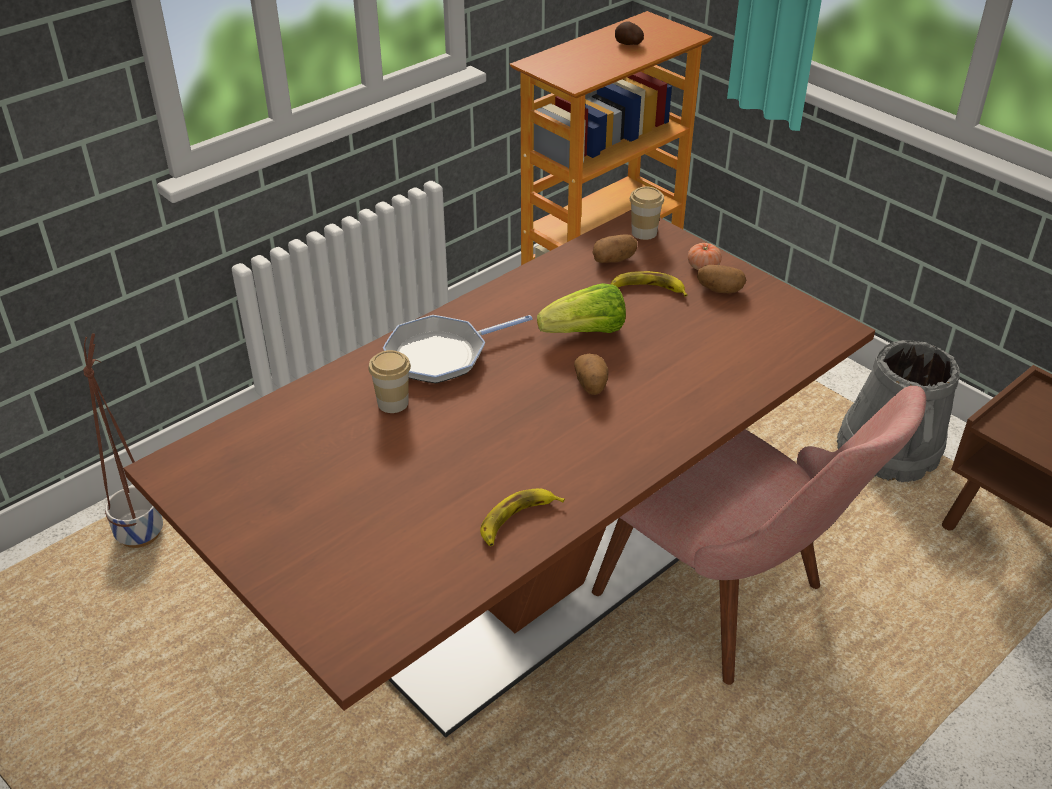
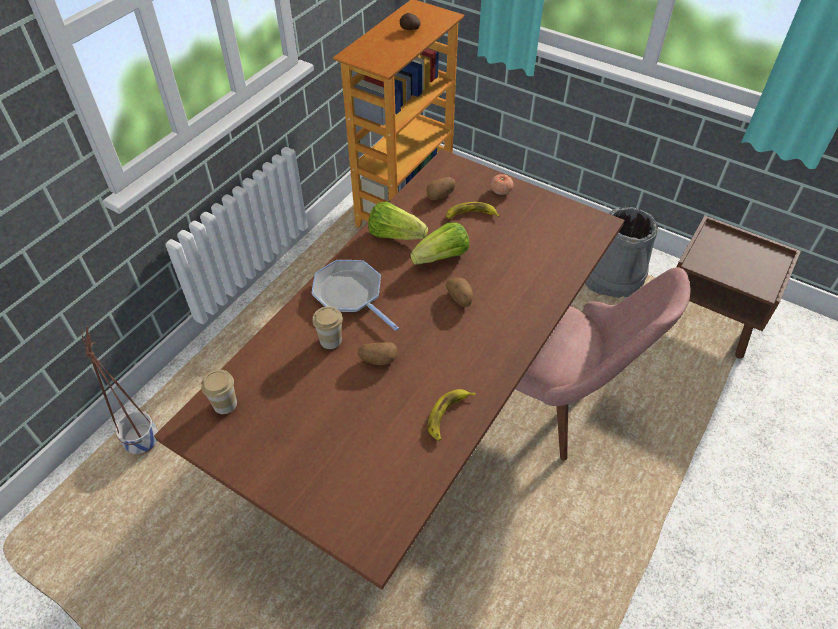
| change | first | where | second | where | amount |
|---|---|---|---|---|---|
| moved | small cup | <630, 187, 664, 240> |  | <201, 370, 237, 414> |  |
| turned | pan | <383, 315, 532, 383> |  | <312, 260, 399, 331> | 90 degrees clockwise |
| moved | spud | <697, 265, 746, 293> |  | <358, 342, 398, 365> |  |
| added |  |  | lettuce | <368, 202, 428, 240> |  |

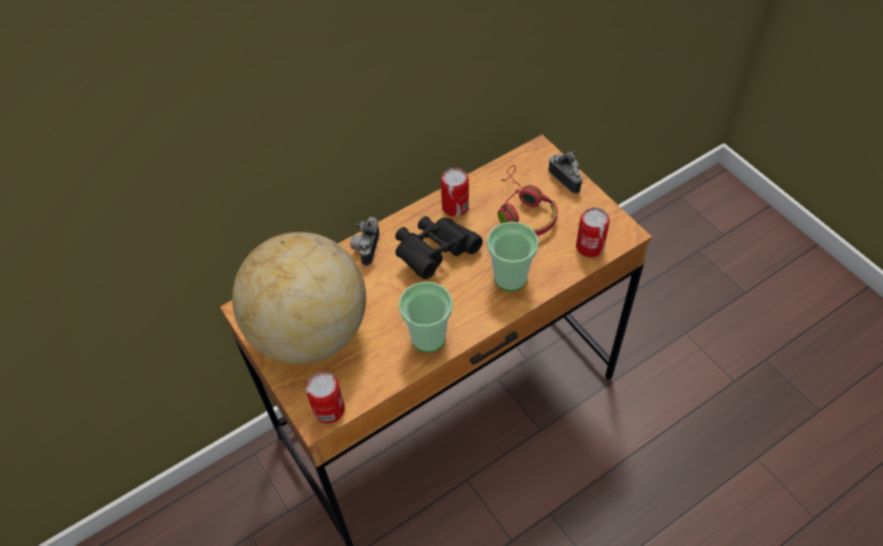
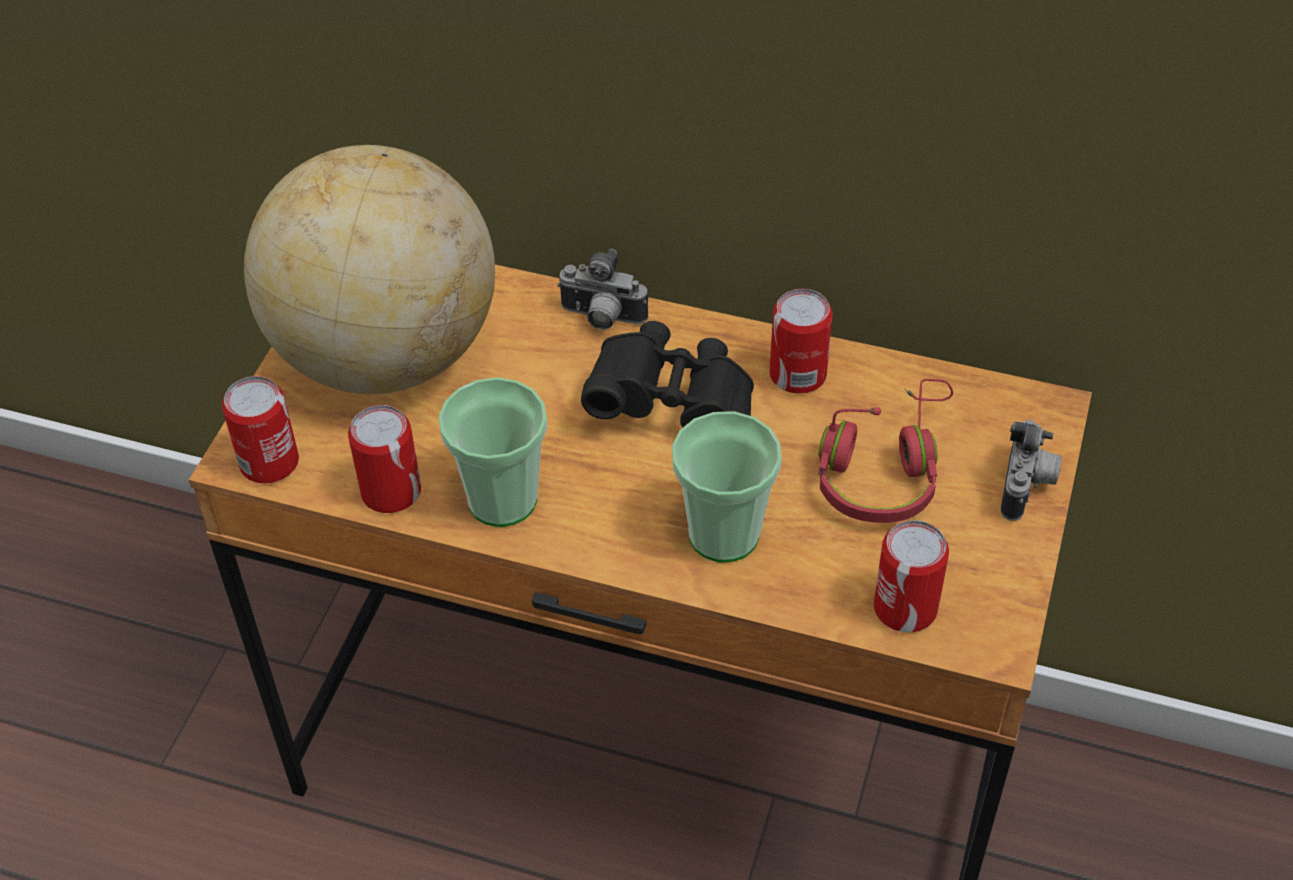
| change | first | where | second | where | amount |
|---|---|---|---|---|---|
| added |  |  | metal can | <348, 405, 421, 513> |  |
| turned | photo camera | <350, 217, 379, 266> |  | <557, 249, 648, 330> | 135 degrees counterclockwise |

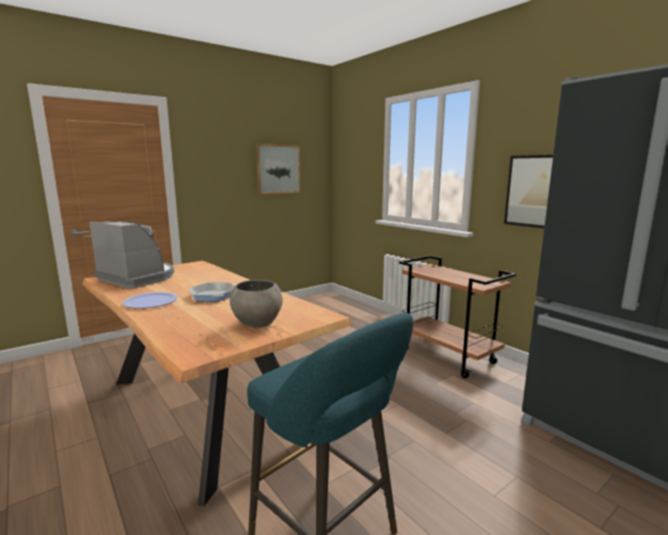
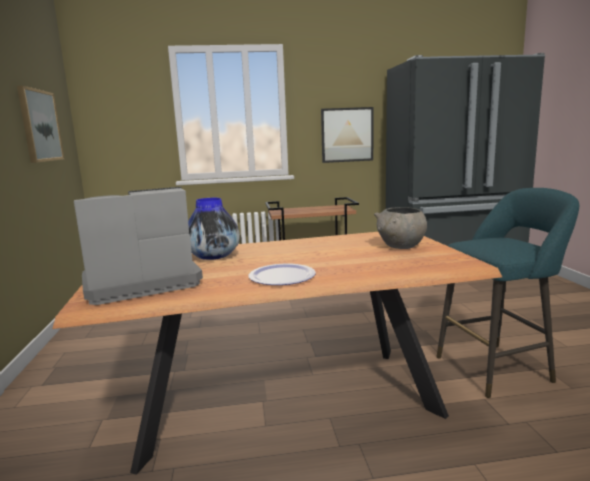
| change | first | where | second | where | amount |
|---|---|---|---|---|---|
| added |  |  | flower vase | <188, 198, 240, 260> |  |
| removed | pan | <189, 282, 235, 301> |  |  |  |

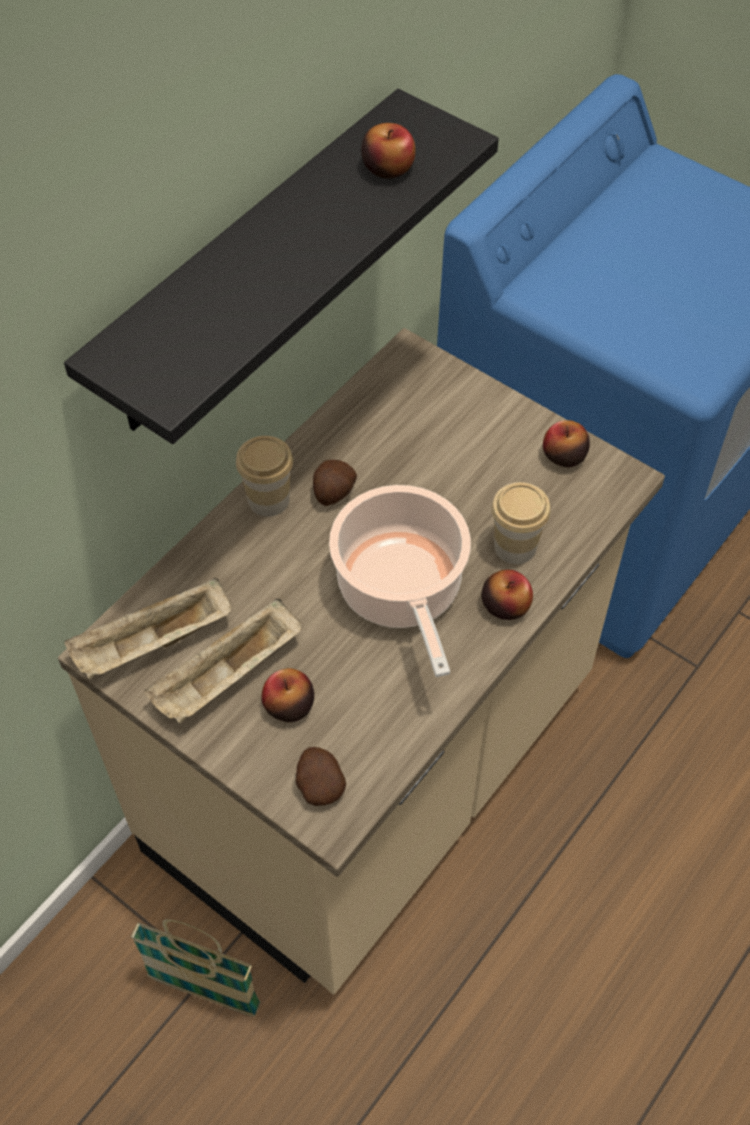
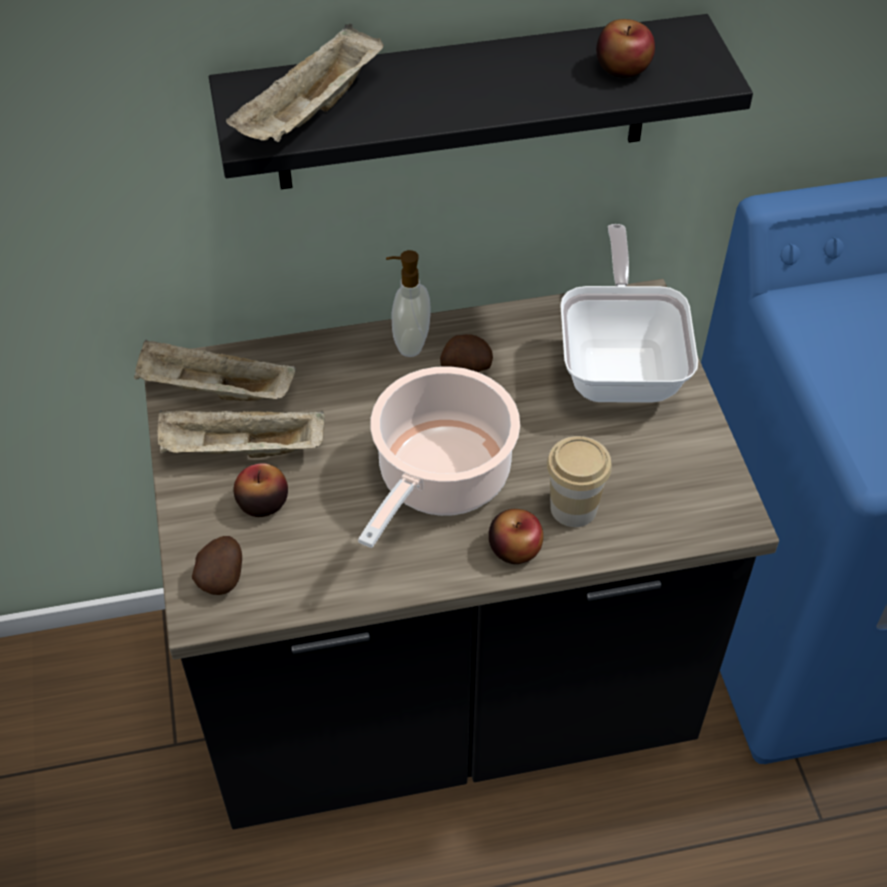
| change | first | where | second | where | amount |
|---|---|---|---|---|---|
| recoloured | sand-coloured kitchen counter | <58, 328, 665, 994> | black-coloured kitchen counter | <145, 279, 779, 829> |  |
| added |  |  | sand-coloured serving tray | <226, 24, 384, 142> |  |
| replaced | small cup | <236, 436, 293, 517> | soap bottle | <386, 250, 430, 357> |  |
| added |  |  | pan | <560, 224, 698, 403> |  |
| removed | basket | <131, 919, 261, 1017> |  |  |  |
| removed | apple | <543, 420, 590, 467> |  |  |  |

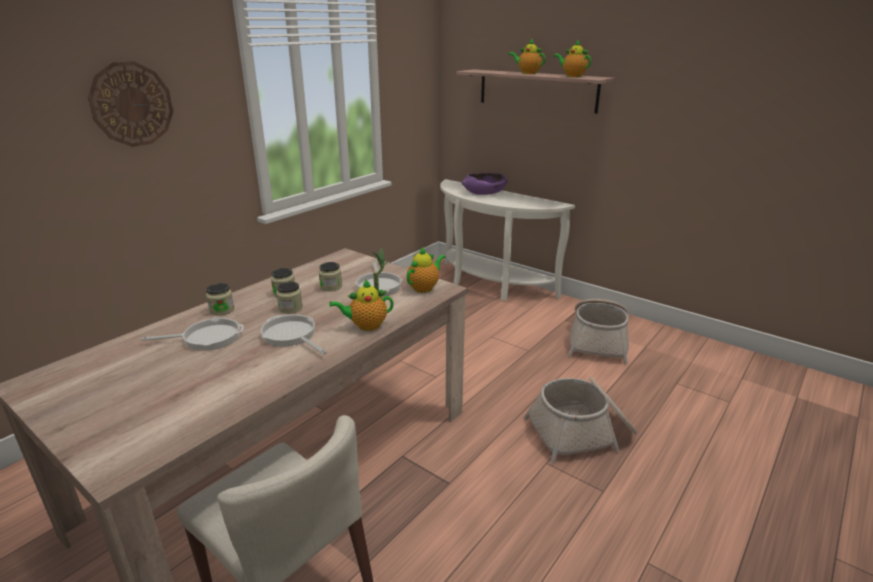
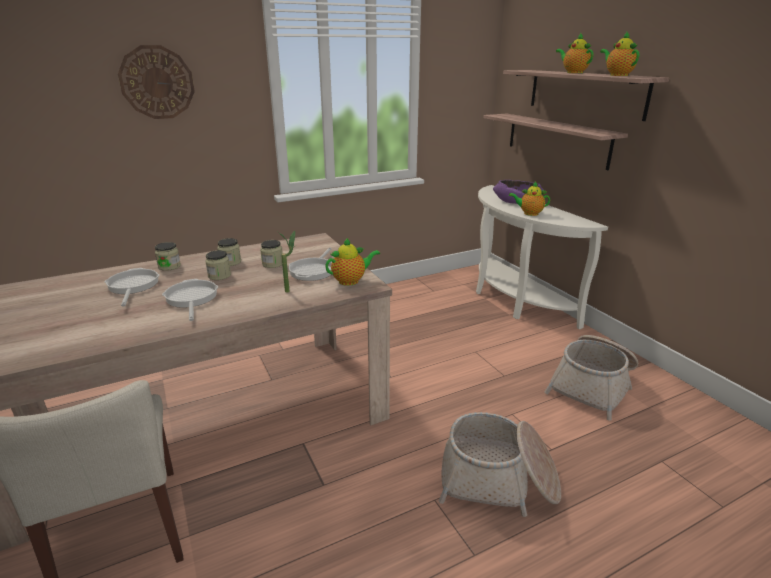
| change | first | where | second | where | amount |
|---|---|---|---|---|---|
| turned | pan | <141, 317, 244, 351> |  | <104, 268, 160, 307> | 120 degrees counterclockwise |
| added |  |  | shelf | <483, 113, 628, 170> |  |
| moved | pot for tea | <329, 279, 394, 331> |  | <509, 182, 550, 216> |  |

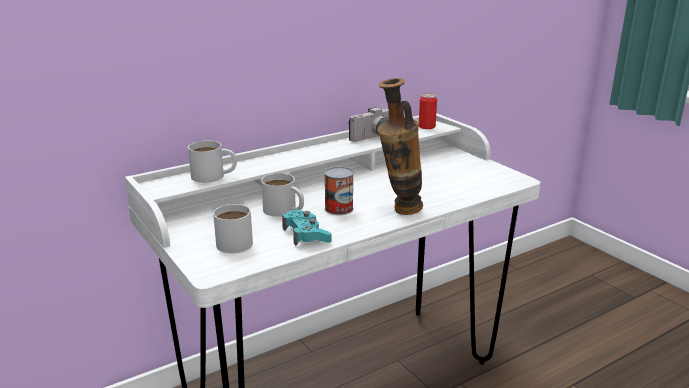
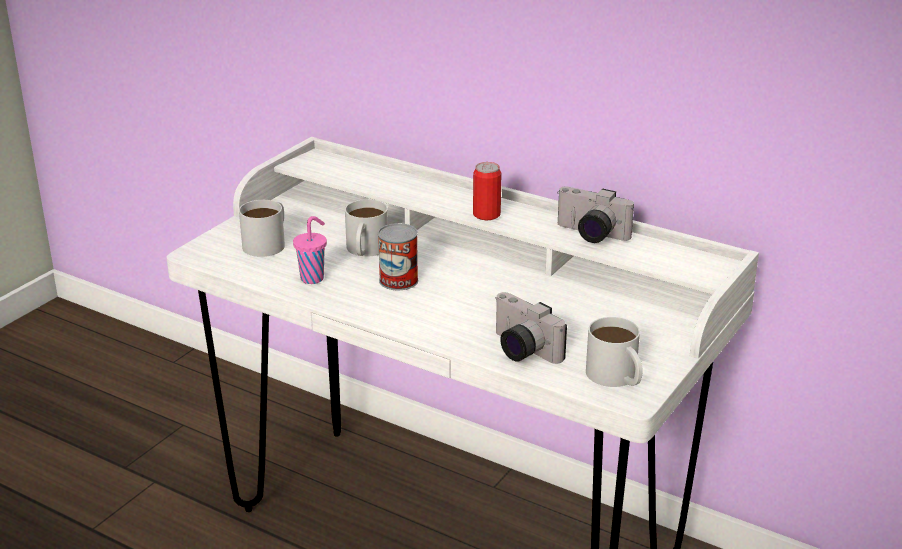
| change | first | where | second | where | amount |
|---|---|---|---|---|---|
| replaced | turquoise-coloured game controller | <282, 210, 332, 246> | pink small cup | <293, 216, 327, 284> |  |
| moved | metal can | <419, 93, 437, 129> |  | <473, 162, 502, 220> |  |
| added |  |  | photo camera | <495, 292, 567, 364> |  |
| moved | white mug | <188, 141, 237, 183> |  | <586, 317, 643, 387> |  |
| removed | flower vase | <377, 78, 423, 215> |  |  |  |

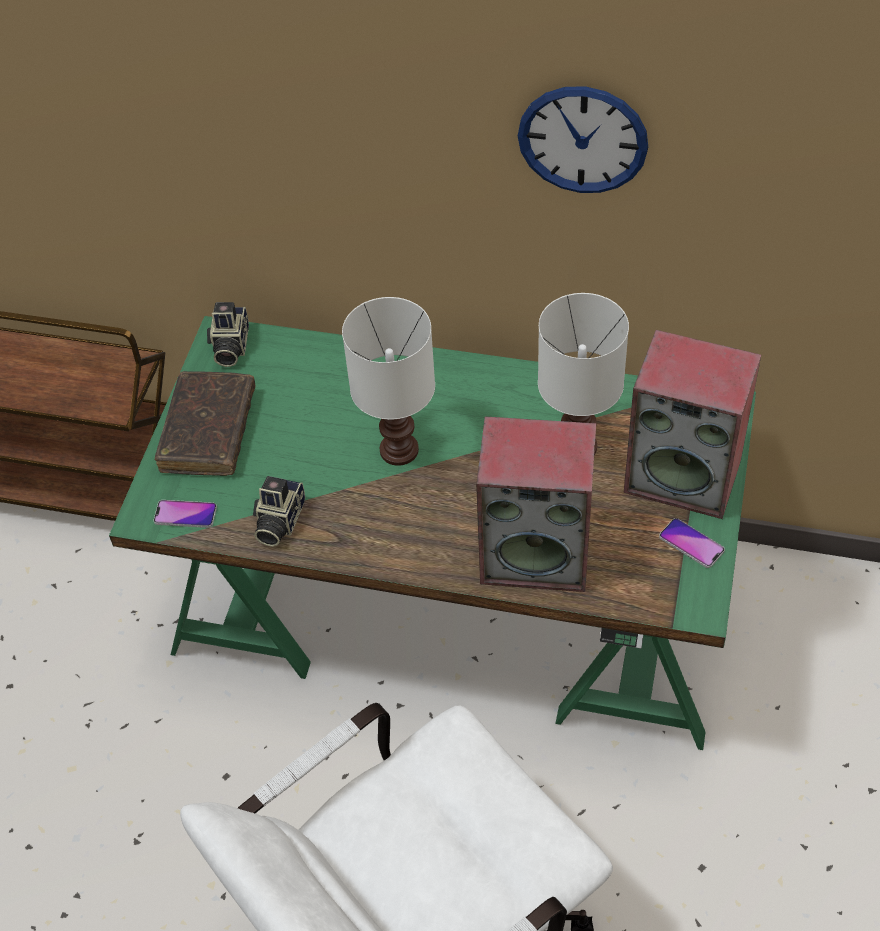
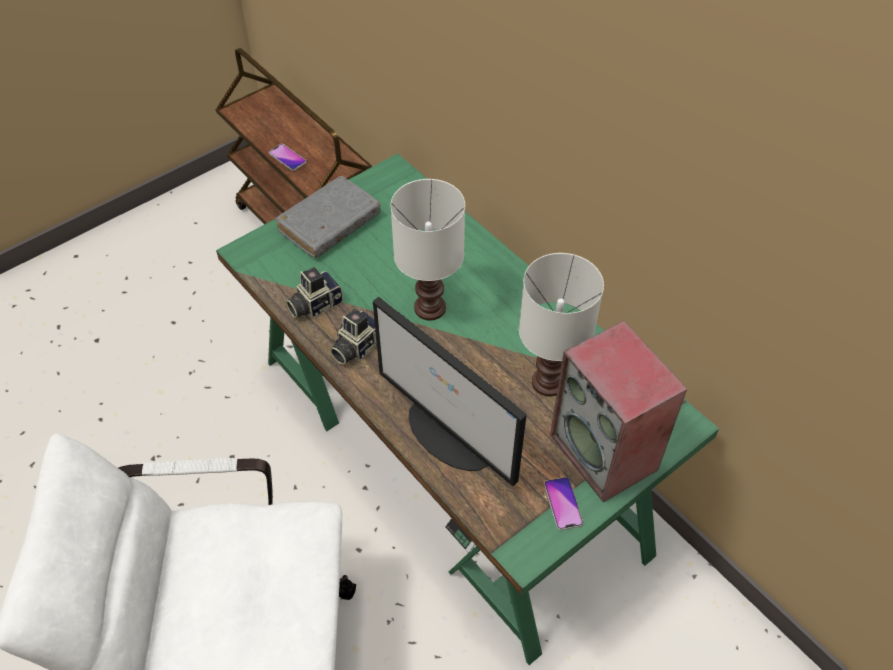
| change | first | where | second | where | amount |
|---|---|---|---|---|---|
| moved | phone | <154, 500, 217, 528> |  | <269, 144, 306, 171> |  |
| recoloured | brownish book | <155, 371, 255, 476> | greyish book | <275, 176, 381, 258> |  |
| moved | photo camera | <207, 302, 249, 367> |  | <330, 309, 377, 365> |  |
| replaced | audio speaker | <476, 416, 596, 592> | computer display | <373, 297, 527, 486> |  |
| removed | hanging clock | <518, 86, 648, 193> |  |  |  |

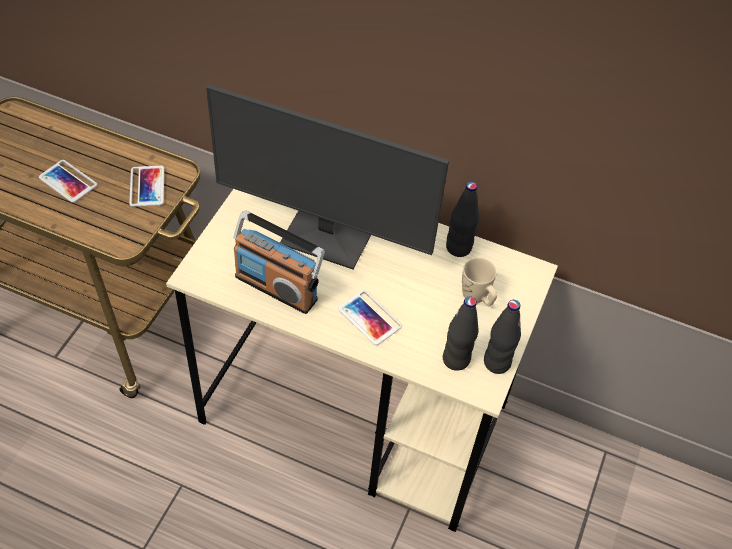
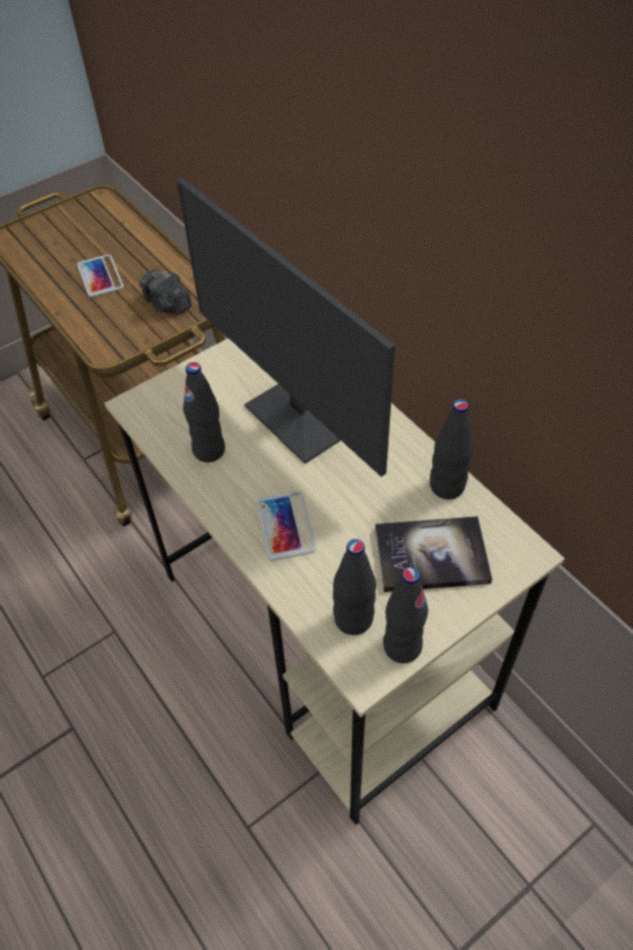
| change | first | where | second | where | amount |
|---|---|---|---|---|---|
| replaced | phone | <129, 166, 164, 207> | photo camera | <139, 269, 192, 314> |  |
| replaced | radio | <233, 211, 325, 314> | black-coloured bottle | <183, 362, 225, 462> |  |
| replaced | sand-coloured mug | <462, 257, 497, 306> | book | <375, 516, 492, 592> |  |

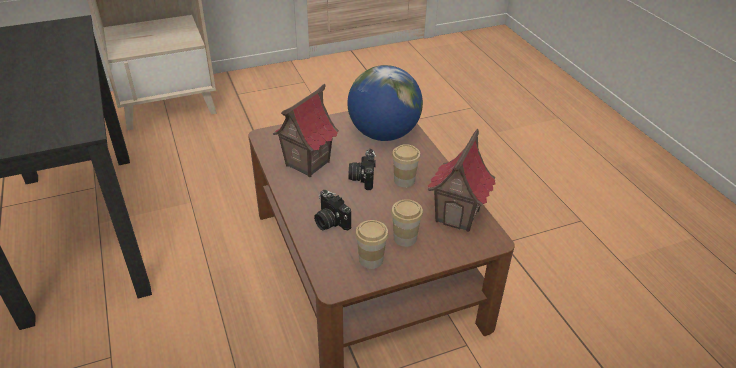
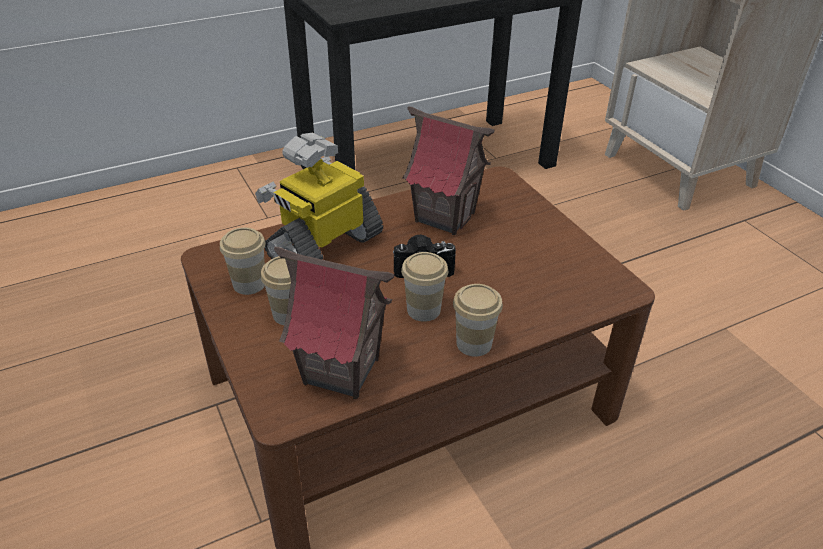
| change | first | where | second | where | amount |
|---|---|---|---|---|---|
| replaced | photo camera | <314, 190, 351, 230> | robot figure | <255, 133, 383, 260> |  |
| added |  |  | small cup | <453, 284, 503, 357> |  |
| removed | desk globe | <347, 65, 423, 141> |  |  |  |

